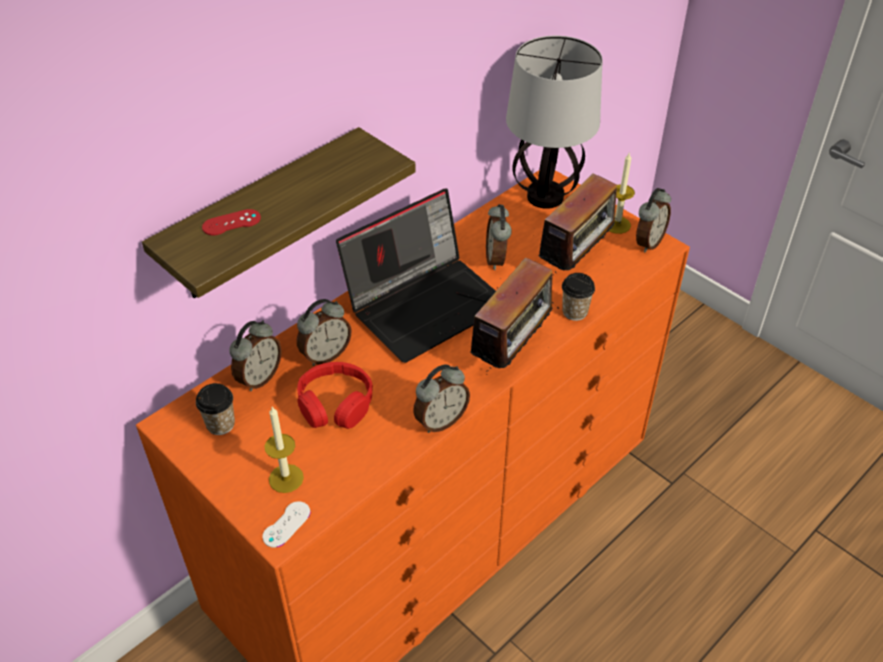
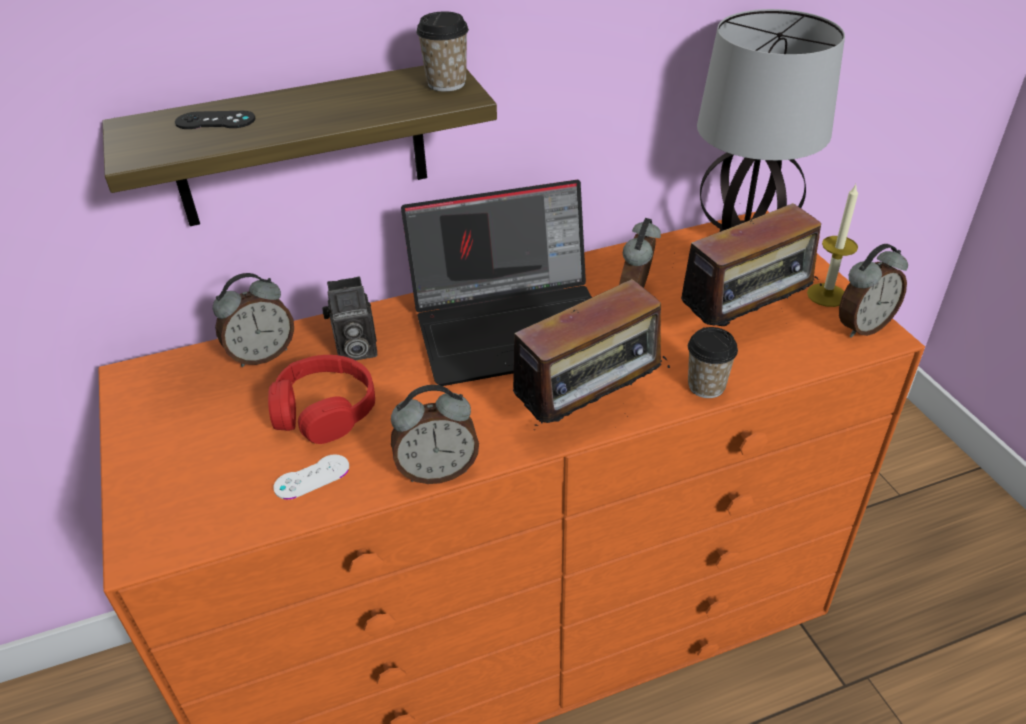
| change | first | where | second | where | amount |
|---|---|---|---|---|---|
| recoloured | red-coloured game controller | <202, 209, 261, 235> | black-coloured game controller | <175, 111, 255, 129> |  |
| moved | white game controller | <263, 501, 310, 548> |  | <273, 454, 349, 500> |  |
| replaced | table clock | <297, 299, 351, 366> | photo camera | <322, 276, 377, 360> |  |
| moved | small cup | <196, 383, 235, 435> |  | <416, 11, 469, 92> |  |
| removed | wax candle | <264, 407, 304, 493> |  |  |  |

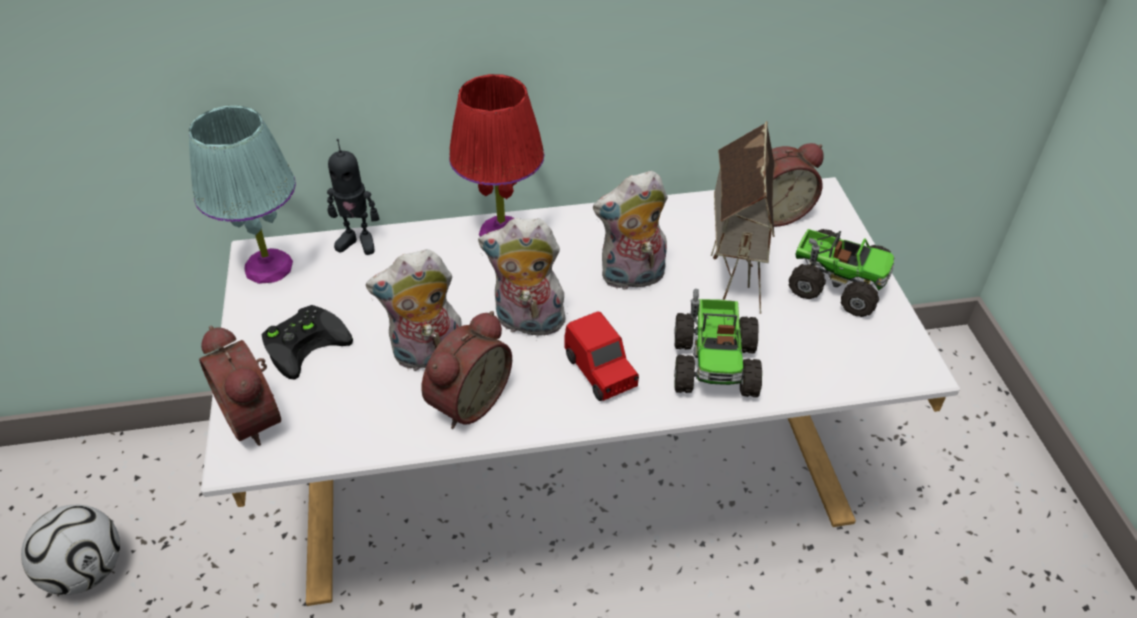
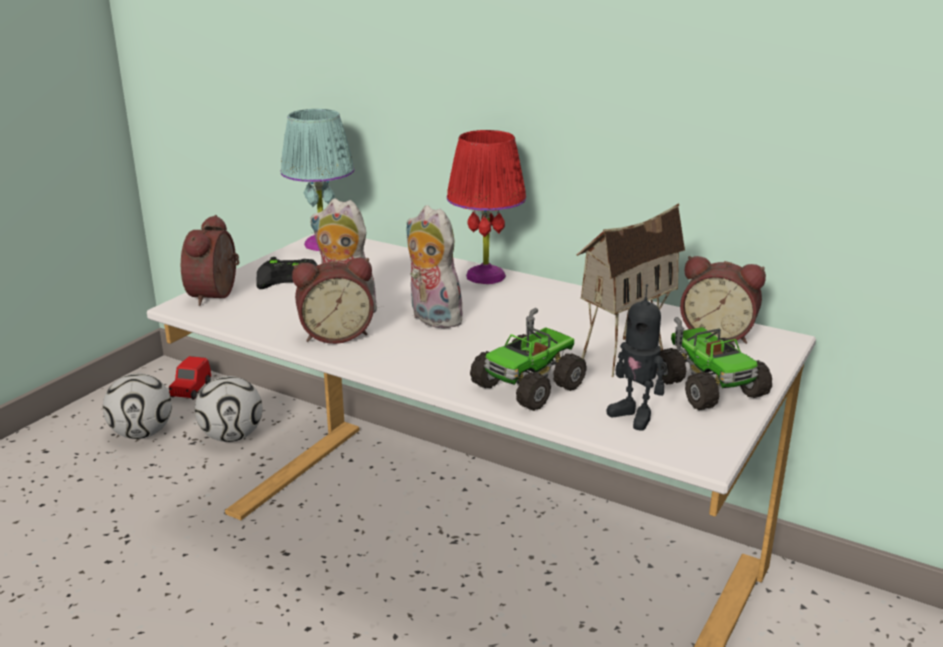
| change | first | where | second | where | amount |
|---|---|---|---|---|---|
| moved | red-coloured miniature car | <564, 311, 639, 401> |  | <169, 356, 211, 400> |  |
| added |  |  | ball for football | <195, 376, 262, 442> |  |
| moved | robot figure | <327, 139, 379, 255> |  | <606, 284, 664, 431> |  |
| removed | plush toy | <593, 170, 667, 290> |  |  |  |

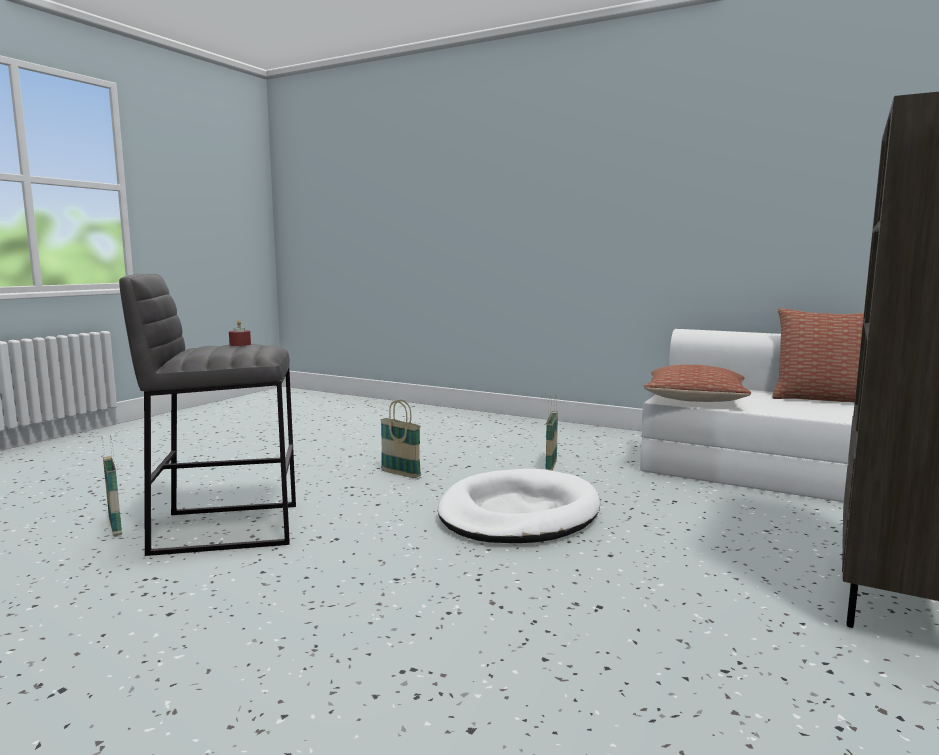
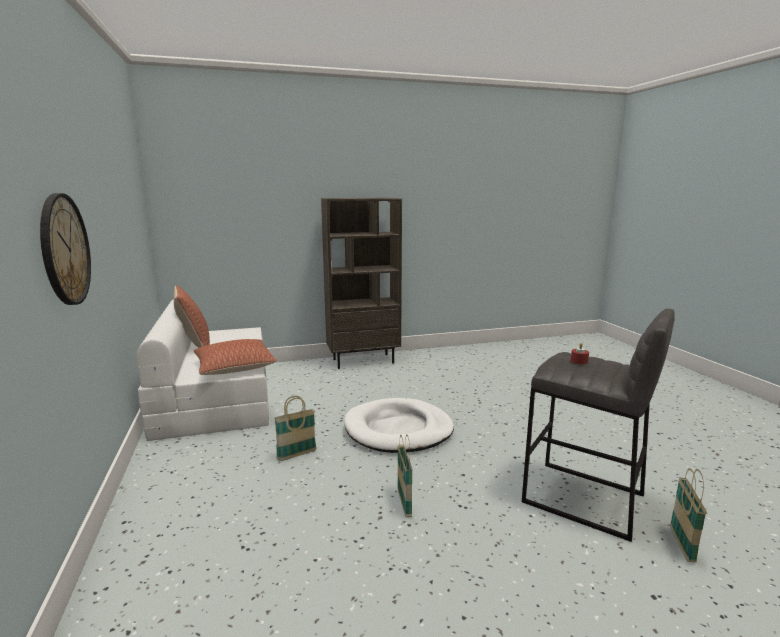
| change | first | where | second | where | amount |
|---|---|---|---|---|---|
| added |  |  | hanging clock | <40, 193, 91, 305> |  |

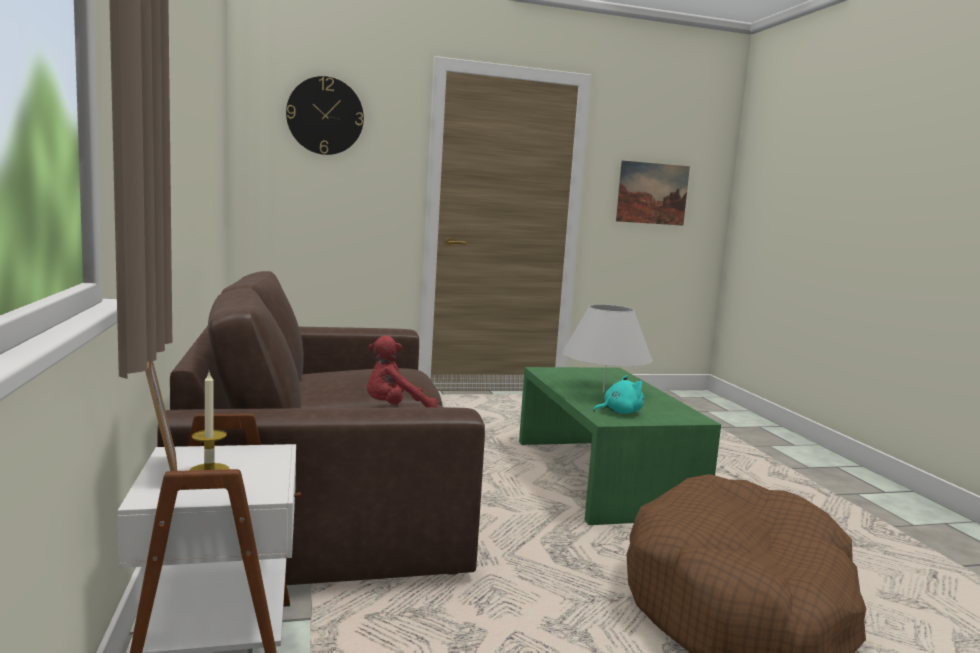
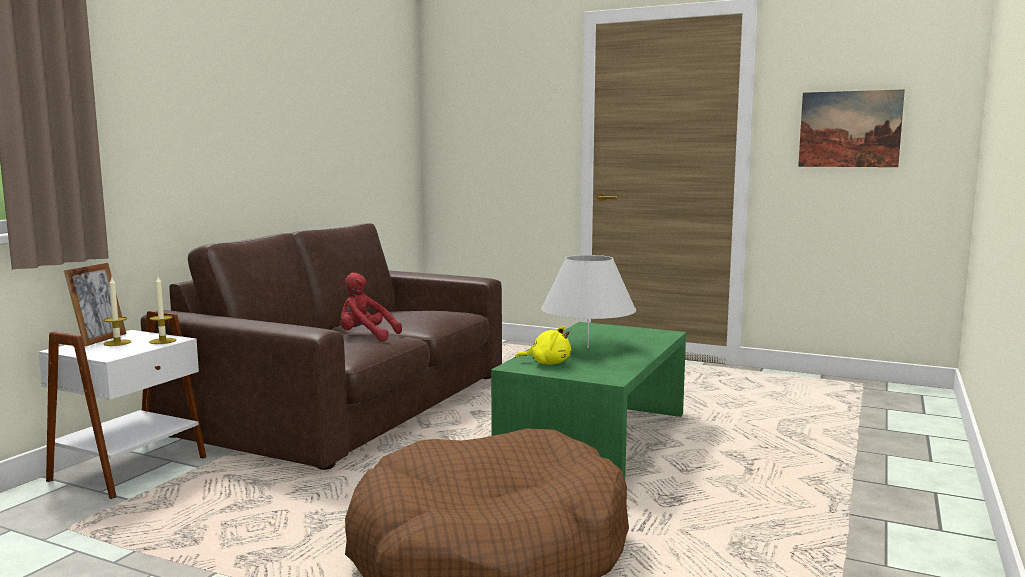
| change | first | where | second | where | amount |
|---|---|---|---|---|---|
| added |  |  | wax candle | <149, 277, 176, 344> |  |
| recoloured | turquoise-coloured plush toy | <593, 375, 644, 414> | yellowish plush toy | <515, 327, 571, 365> |  |
| removed | hanging clock | <286, 76, 364, 155> |  |  |  |

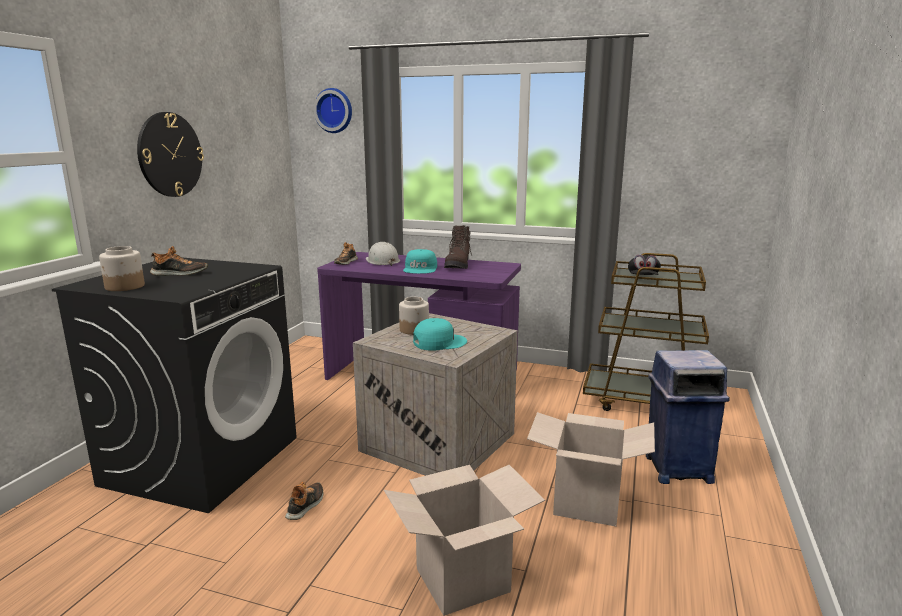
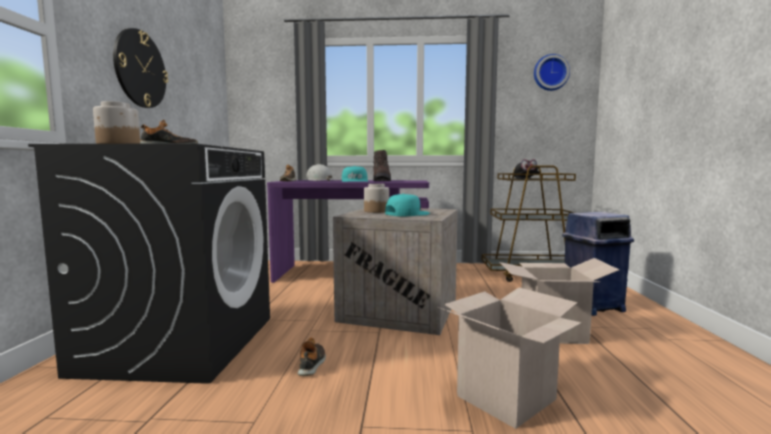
| change | first | where | second | where | amount |
|---|---|---|---|---|---|
| moved | hanging clock | <314, 88, 352, 133> |  | <534, 54, 570, 91> |  |

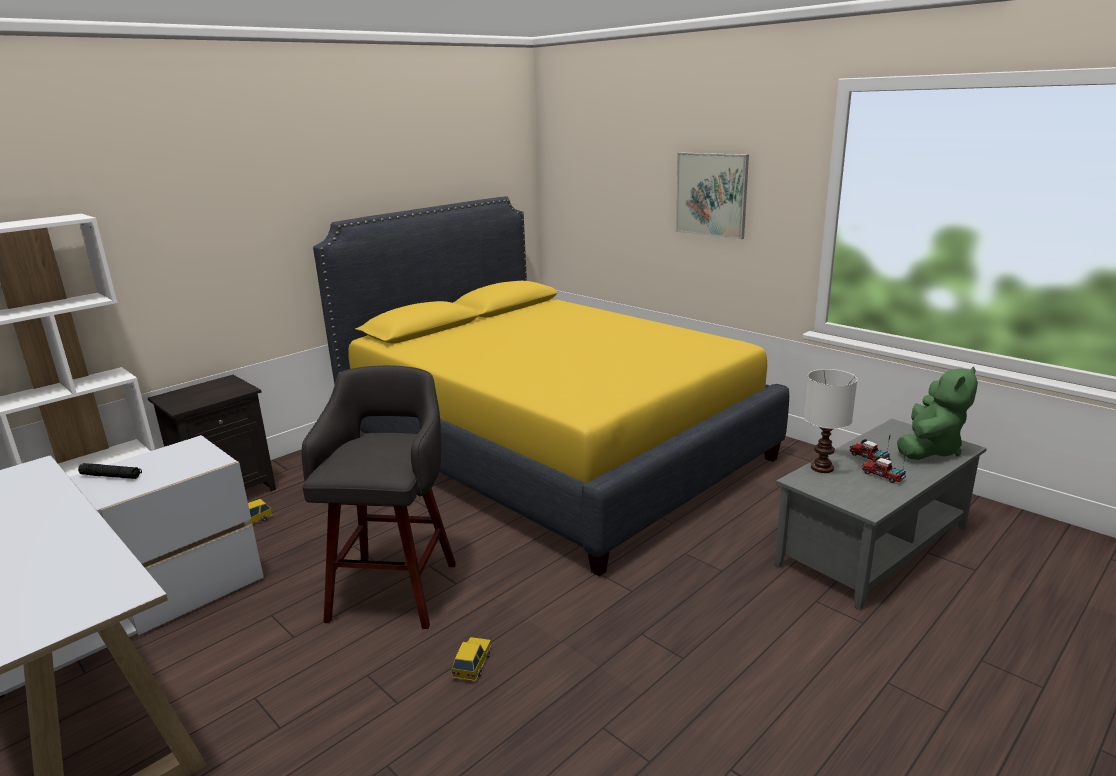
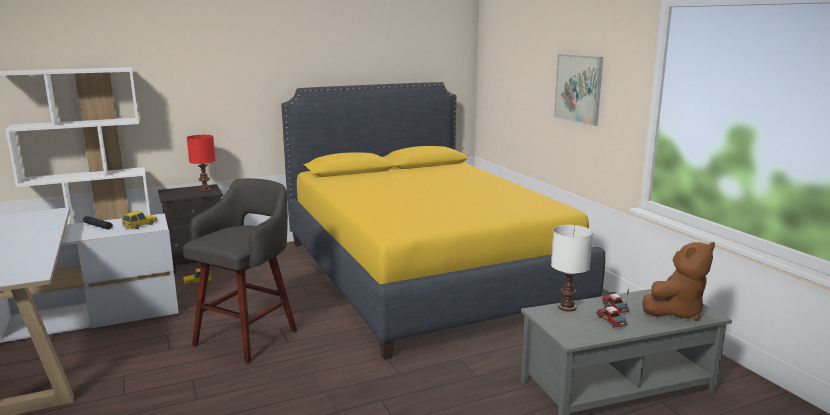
| change | first | where | second | where | amount |
|---|---|---|---|---|---|
| moved | miniature car | <452, 637, 492, 682> |  | <122, 211, 158, 229> |  |
| added |  |  | red-coloured lamp for a table | <187, 135, 216, 192> |  |
| recoloured | greenish plush toy | <897, 366, 978, 460> | brownish plush toy | <642, 242, 715, 321> |  |

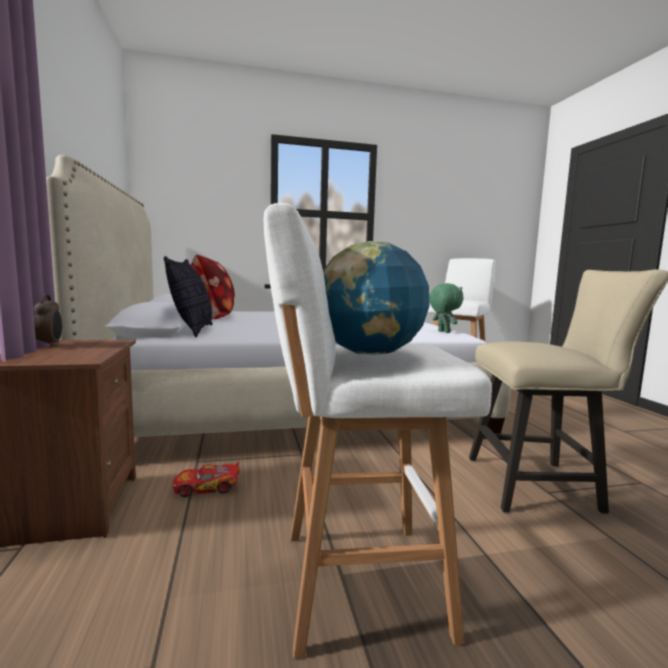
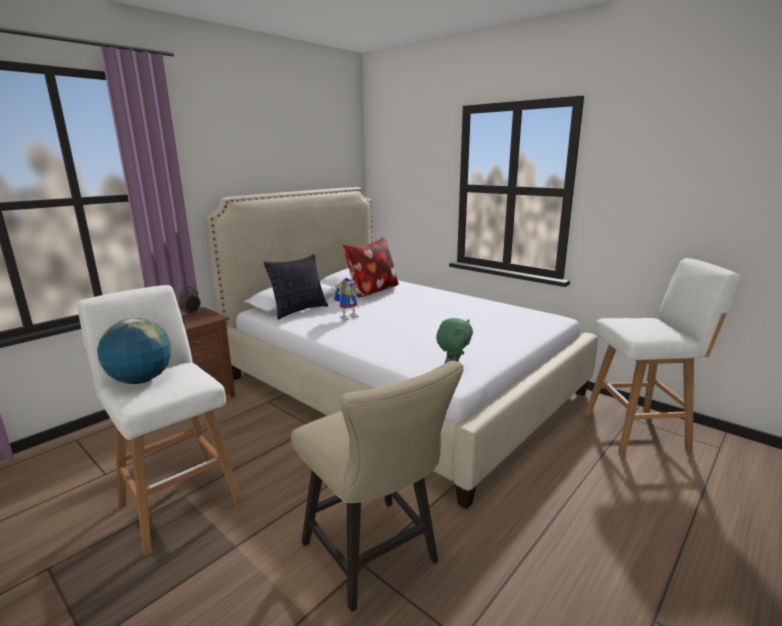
| change | first | where | second | where | amount |
|---|---|---|---|---|---|
| added |  |  | robot figure | <331, 278, 365, 320> |  |
| removed | miniature car | <173, 461, 240, 497> |  |  |  |

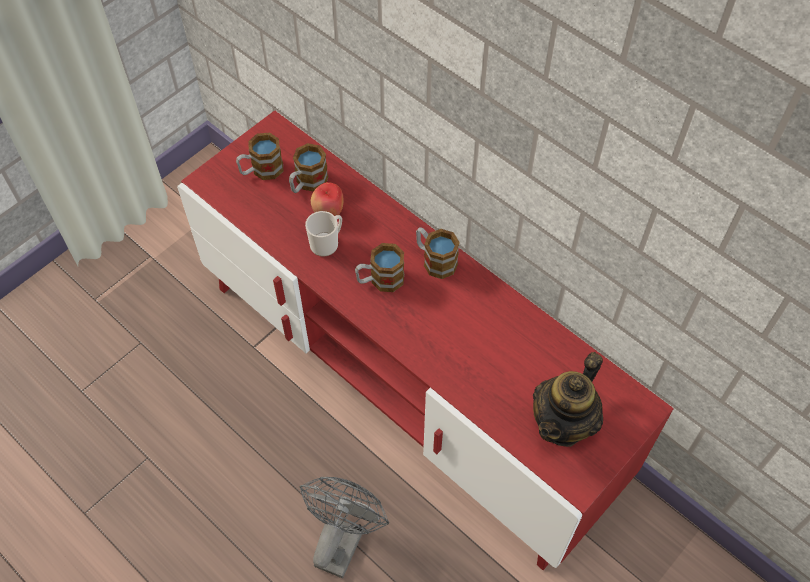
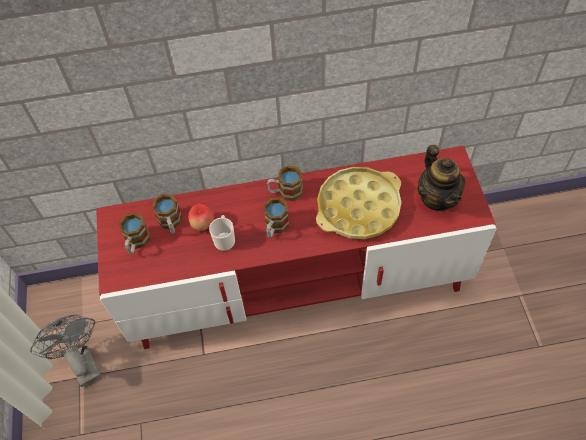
| change | first | where | second | where | amount |
|---|---|---|---|---|---|
| moved | greyish electric fan | <299, 477, 389, 578> |  | <30, 315, 101, 387> |  |
| added |  |  | yellowish serving tray | <316, 167, 402, 239> |  |

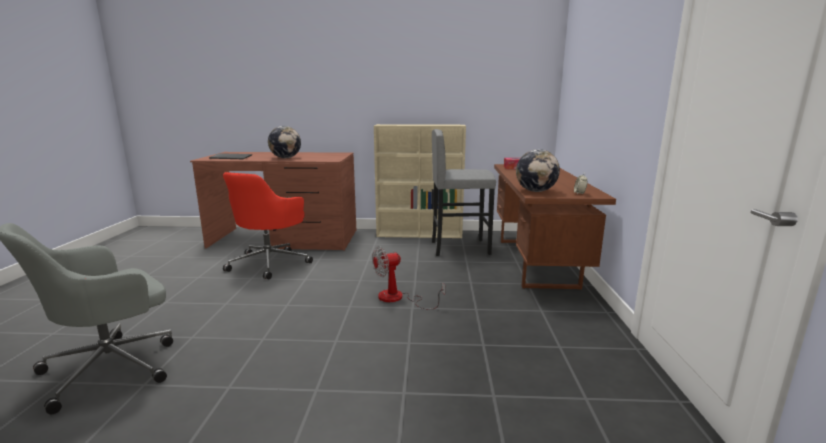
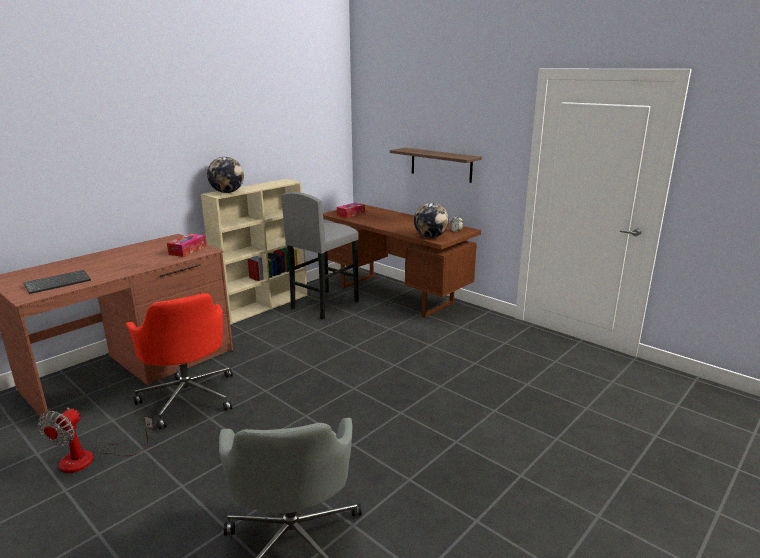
| change | first | where | second | where | amount |
|---|---|---|---|---|---|
| moved | electric fan | <372, 246, 445, 310> |  | <38, 408, 153, 473> |  |
| added |  |  | tissue holder | <167, 234, 206, 257> |  |
| moved | desk globe | <268, 126, 301, 158> |  | <207, 157, 244, 193> |  |
| added |  |  | shelf | <390, 148, 482, 183> |  |

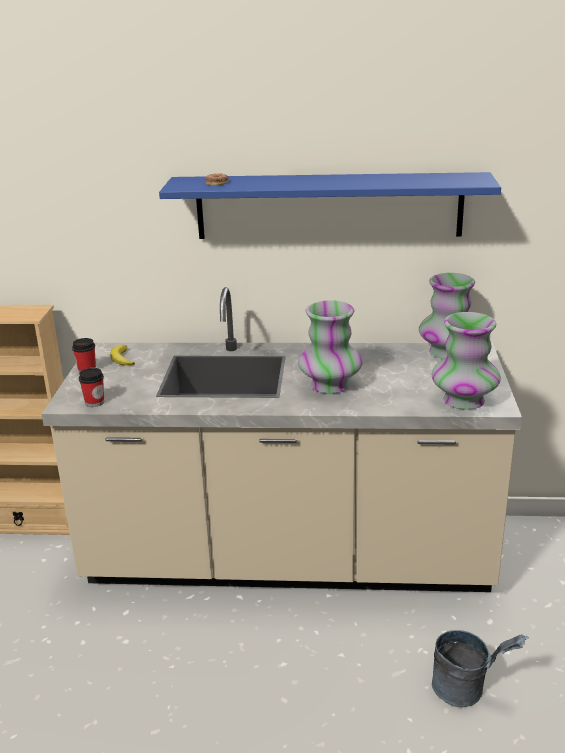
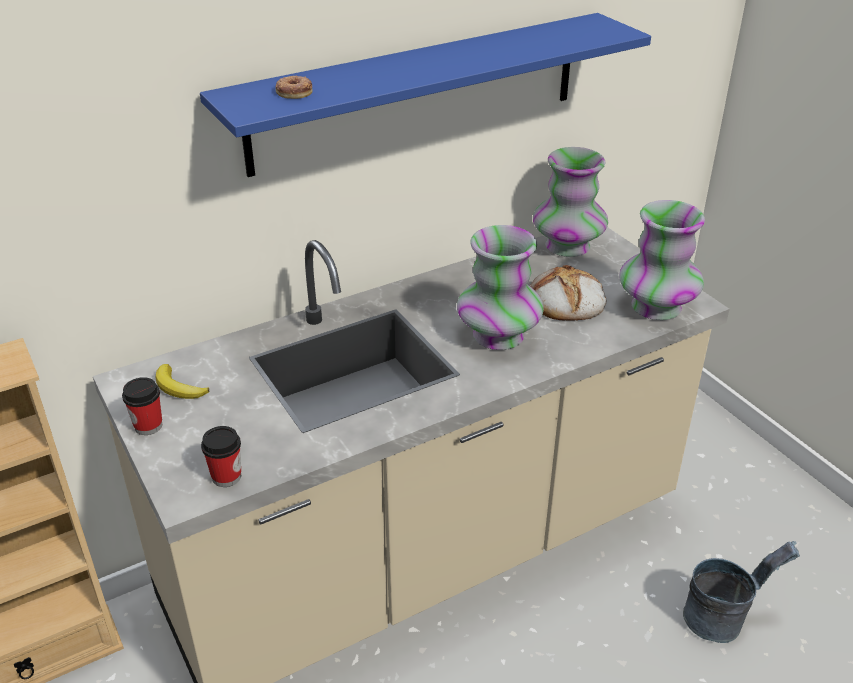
| change | first | where | second | where | amount |
|---|---|---|---|---|---|
| added |  |  | bakery bread | <530, 265, 606, 321> |  |

